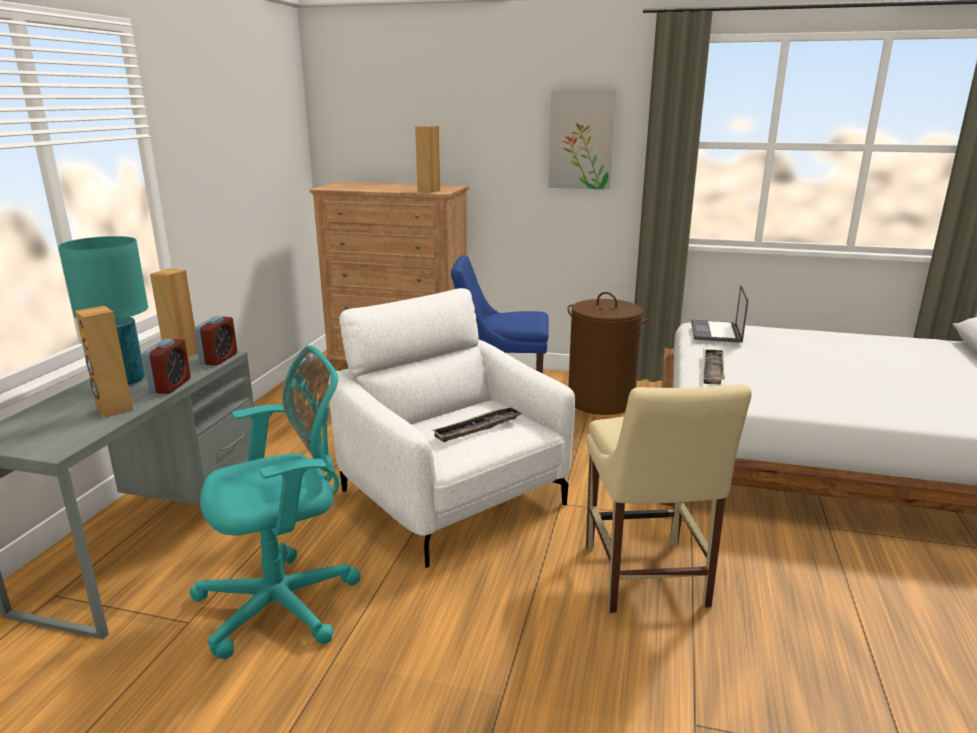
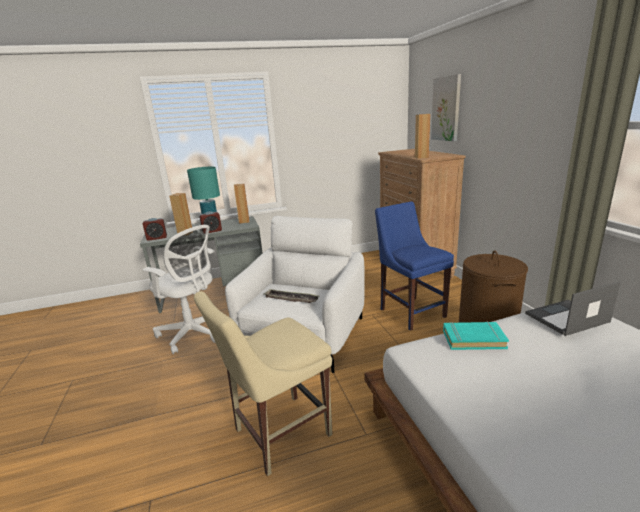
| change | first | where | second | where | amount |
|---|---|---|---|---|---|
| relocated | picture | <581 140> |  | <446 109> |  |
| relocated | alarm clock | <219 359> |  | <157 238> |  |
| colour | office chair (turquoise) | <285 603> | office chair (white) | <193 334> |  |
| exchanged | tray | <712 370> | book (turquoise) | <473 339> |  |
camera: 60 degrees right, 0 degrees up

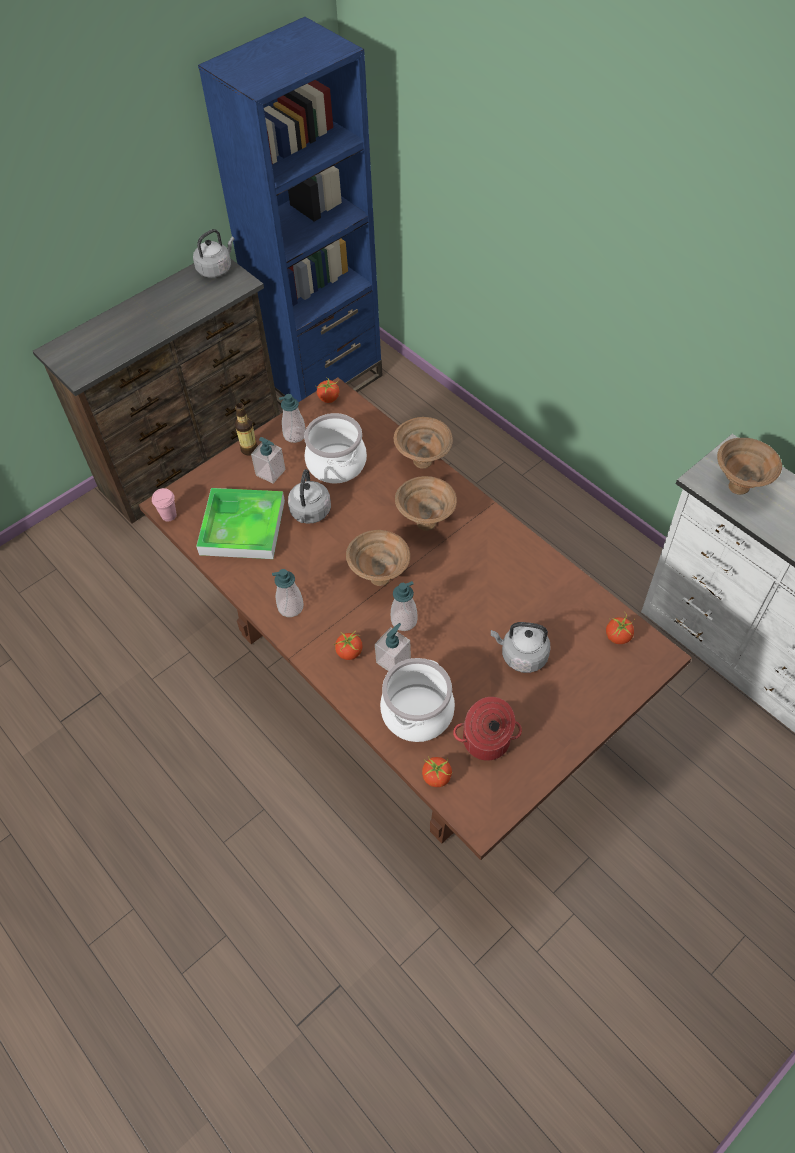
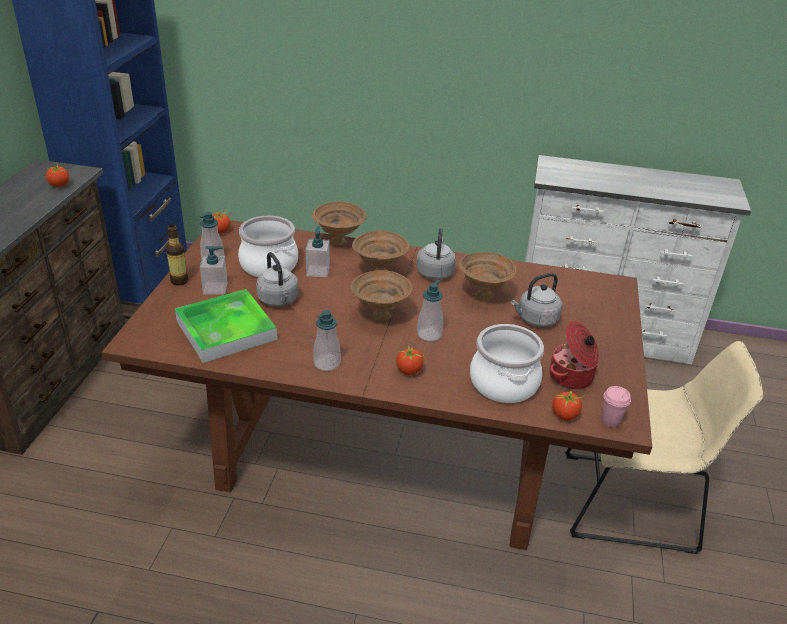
| change | first | where | second | where | amount |
|---|---|---|---|---|---|
| relocated | kettle (grey) | <216 269> |  | <435 272> |  |
| relocated | bowl (brown) | <738 485> |  | <482 295> |  |
| relocated | cup (pink) | <169 515> |  | <610 421> |  |
| relocated | tomato | <618 636> |  | <59 185> |  |
| relocated | soap dispenser | <393 661> |  | <318 271> |  |
| appeared |  |  | chair (beige) | <635 503> |  |
camera: 40 degrees left, 20 degrees down

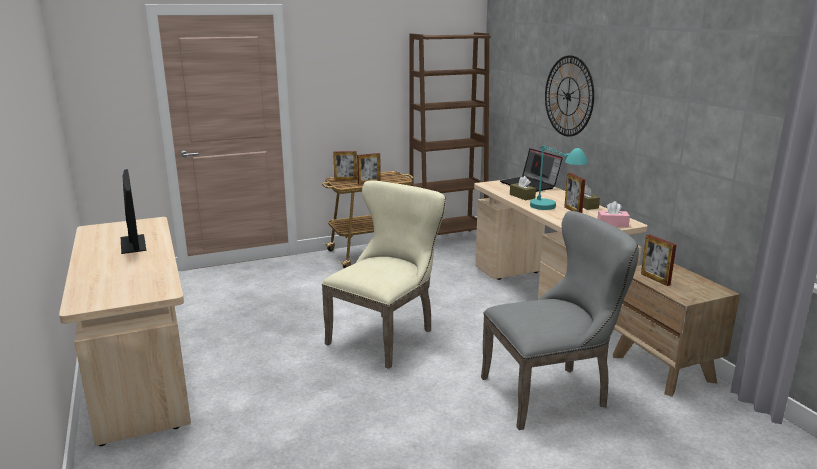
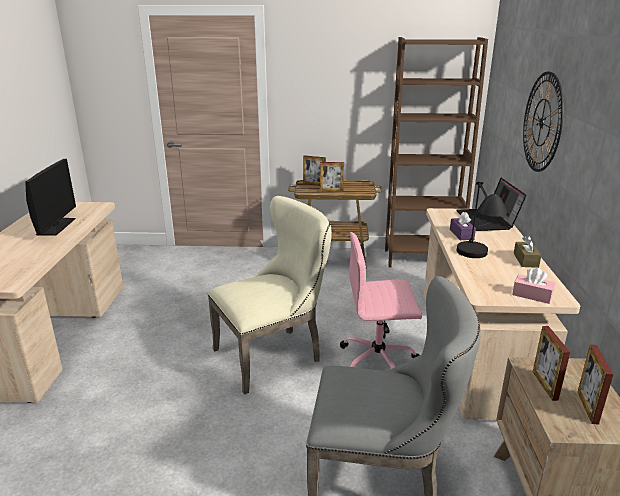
| change | first | where | second | where | amount |
|---|---|---|---|---|---|
| colour | table lamp (turquoise) | <554 212> | table lamp (black) | <475 263> |  |
| relocated | picture frame | <573 211> |  | <587 407> |  |
| colour | tissue box (brown) | <522 196> | tissue box (purple) | <461 234> |  |
| appeared |  |  | office chair (pink) | <379 361> |  |
camera: 25 degrees right, 5 degrees up

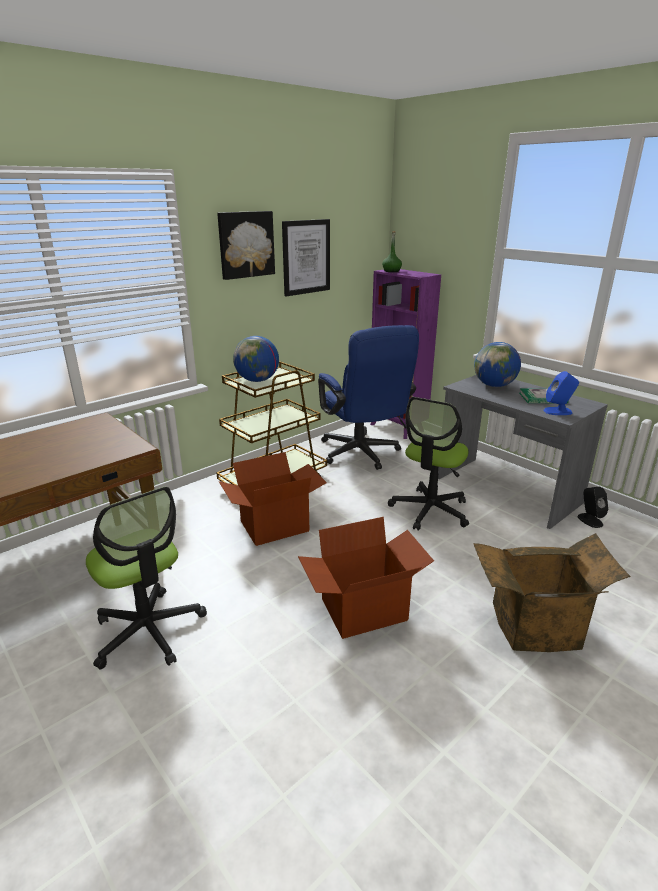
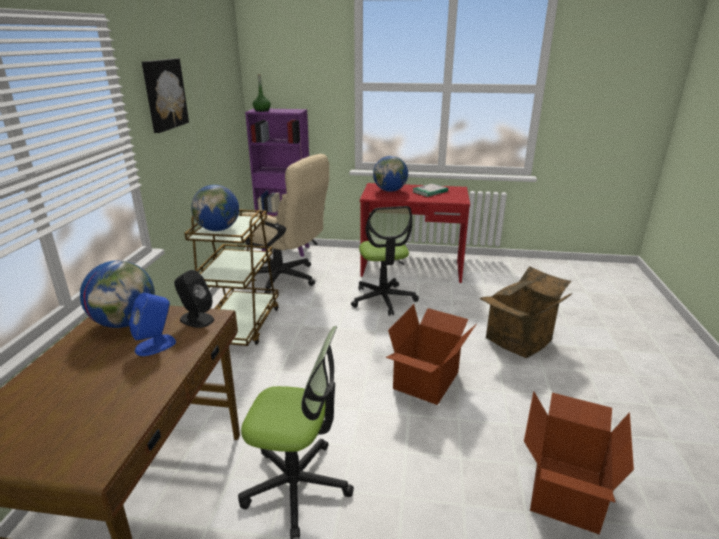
| change | first | where | second | where | amount |
|---|---|---|---|---|---|
| missing | picture | <306 257> |  |  |  |
| colour | office chair (blue) | <362 455> | office chair (beige) | <286 279> |  |
| relocated | speaker (blue) | <558 411> |  | <156 345> |  |
| colour | desk (grey) | <506 491> | desk (red) | <411 269> |  |
| relocated | cardboard box | <274 525> |  | <564 491> |  |
| relocated | speaker (black) | <589 520> |  | <196 319> |  |
| appeared |  |  | globe | <125 322> |  |
camera: 40 degrees left, 0 degrees up

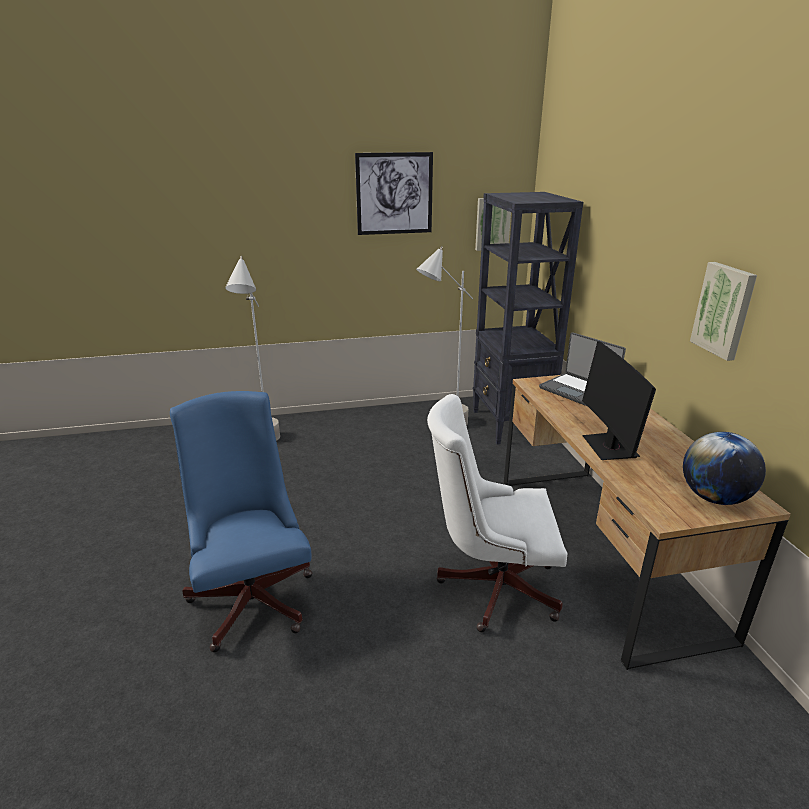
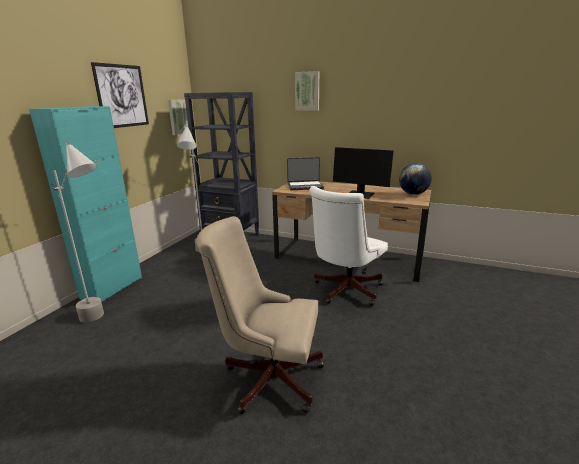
| change | first | where | second | where | amount |
|---|---|---|---|---|---|
| relocated | picture | <724 310> |  | <307 91> |  |
| colour | office chair (blue) | <253 595> | office chair (beige) | <268 376> |  |
| appeared |  |  | cabinet (turquoise) | <112 288> |  |
camera: 55 degrees left, 5 degrees down

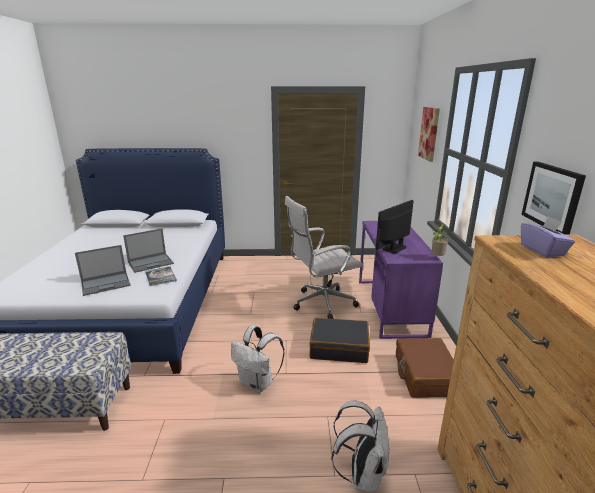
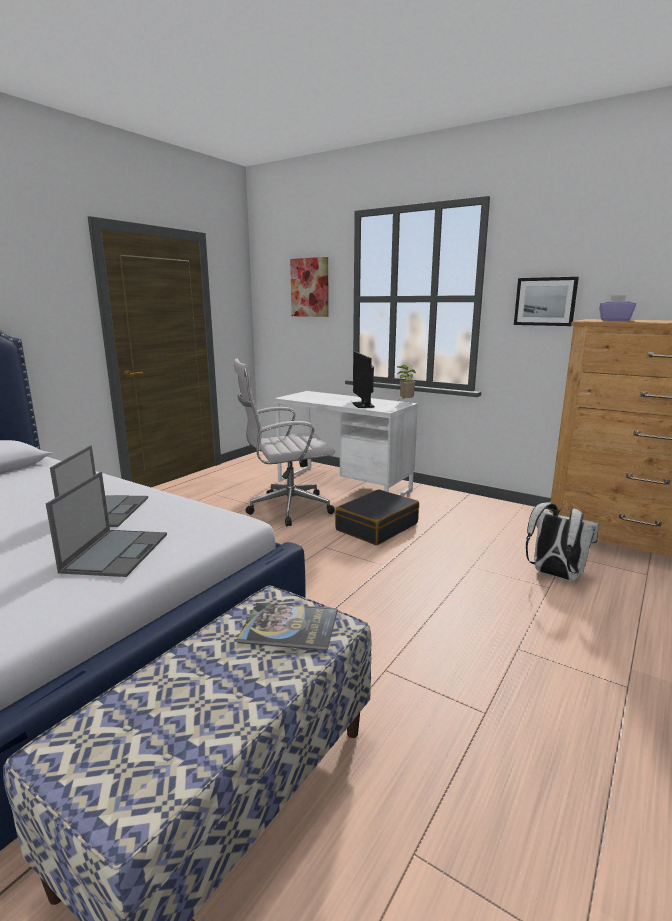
| change | first | where | second | where | amount |
|---|---|---|---|---|---|
| spun | office chair (white) | <321 304> |  | <286 509> | 60 degrees clockwise |
| colour | desk (purple) | <390 306> | desk (white) | <343 485> |  |
| relocated | book | <160 276> |  | <289 627> |  |
| missing | backpack (white) | <258 383> |  |  |  |
| missing | suitcase (brown) | <425 375> |  |  |  |
camera: 55 degrees left, 5 degrees down

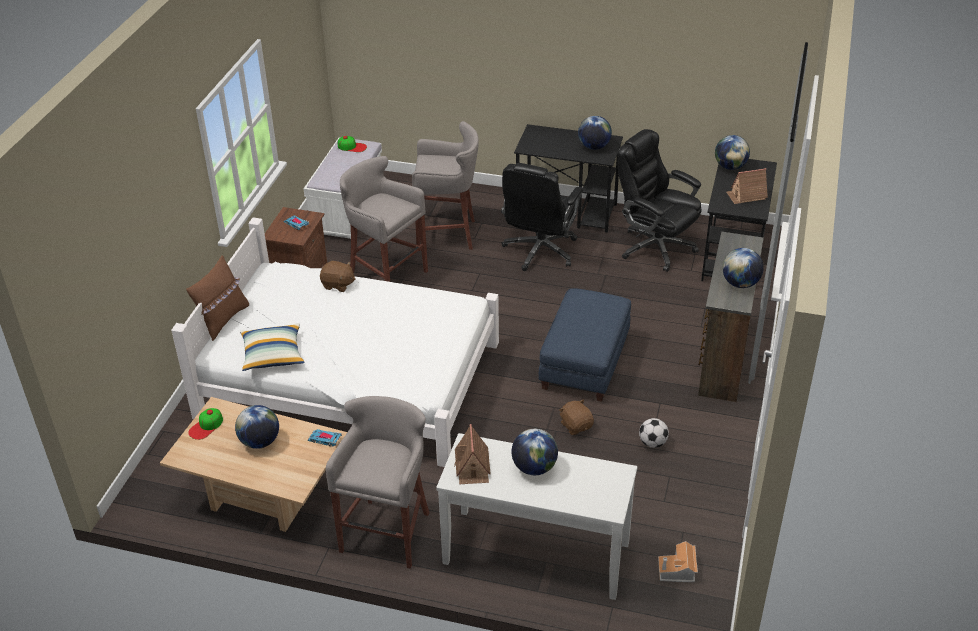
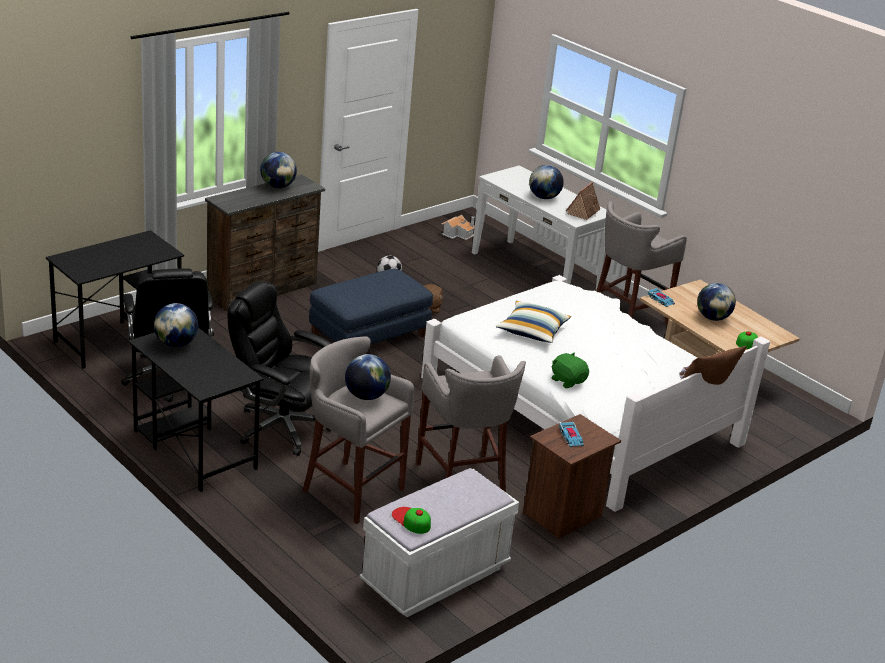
| change | first | where | second | where | amount |
|---|---|---|---|---|---|
| relocated | globe | <730 166> |  | <366 396> |  |
| spun | office chair (black) | <540 251> |  | <280 427> | 120 degrees counterclockwise |
| missing | toy house | <746 195> |  |  |  |
| colour | plush toy (brown) | <338 285> | plush toy (green) | <568 381> |  |
| relocated | pillow | <273 355> |  | <532 331> |  |
camera: 150 degrees left, 10 degrees down

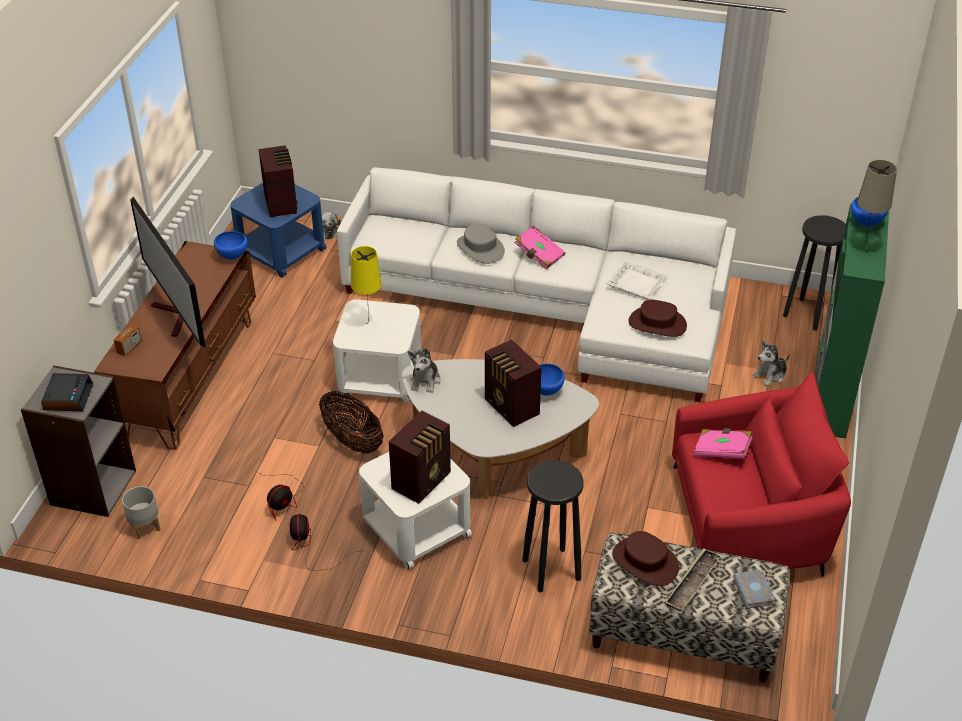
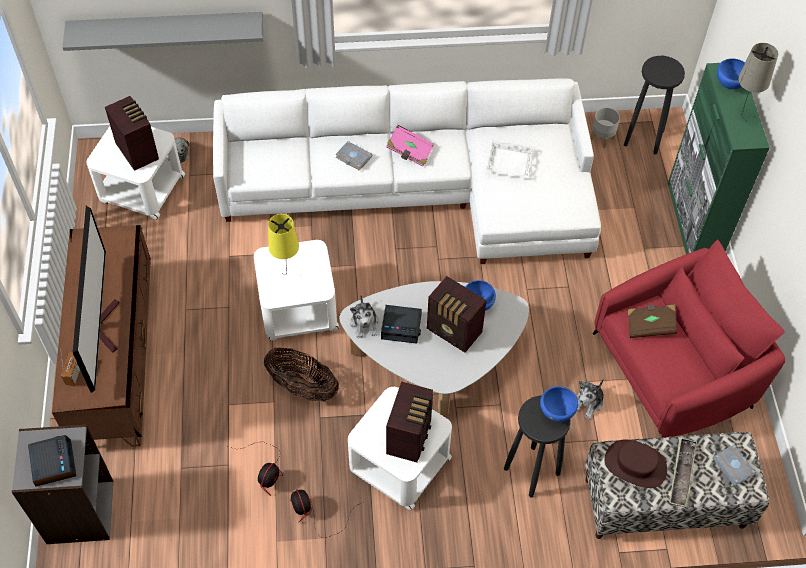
| change | first | where | second | where | amount |
|---|---|---|---|---|---|
| colour | side table (blue) | <281 251> | side table (white) | <141 188> |  |
| spun | television | <175 317> |  | <103 325> | 135 degrees counterclockwise |
| exchanged | hat (grey) | <480 248> | book (grey) | <352 157> |  |
| relocated | bowl (blue) | <233 257> |  | <557 412> |  |
| missing | hat (brown) | <657 324> |  |  |  |
| relocated | plush toy | <770 375> |  | <589 403> |  |
| colour | book (pink) | <721 451> | book (brown) | <650 326> |  |
| relocated | planter (grey) | <145 527> |  | <602 138> |  |
| appeared |  |  | shelf (grey) | <167 28> |  |
| appeared |  |  | alarm clock | <401 326> |  |
camera: 20 degrees left, 15 degrees up

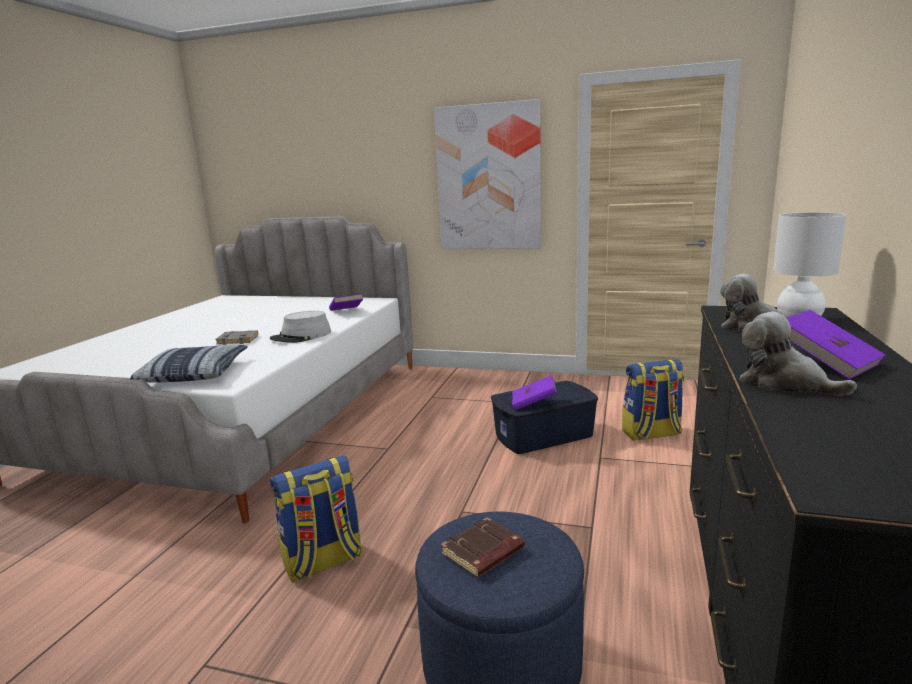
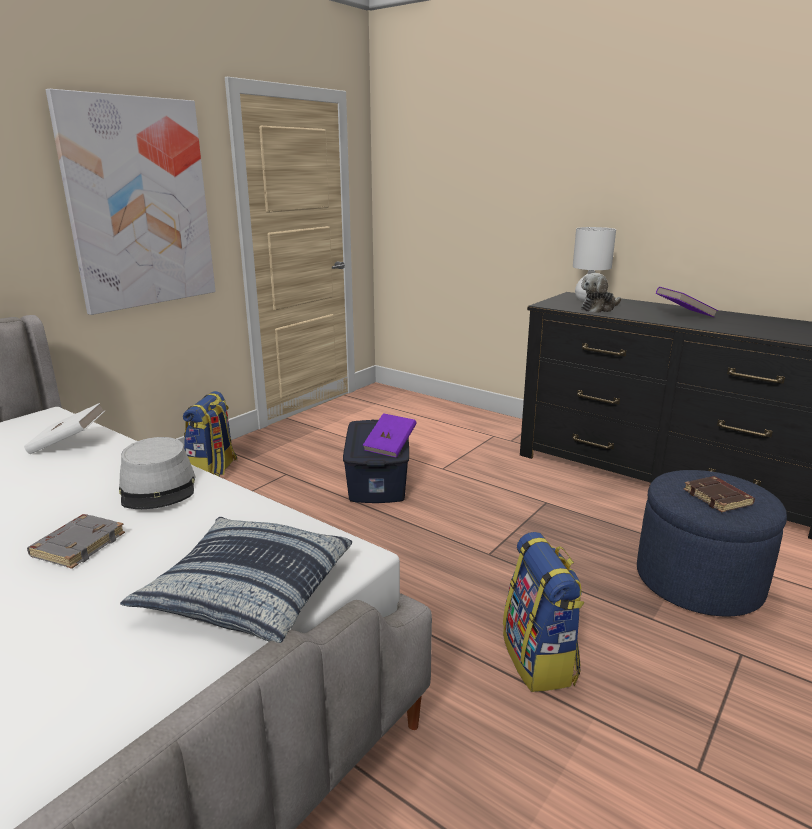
| change | first | where | second | where | amount |
|---|---|---|---|---|---|
| colour | book (purple) | <346 312> | book (white) | <68 444> |  |
| missing | plush toy | <784 383> |  |  |  |
| relocated | backpack | <651 434> |  | <213 472> |  |
camera: 70 degrees left, 5 degrees up

